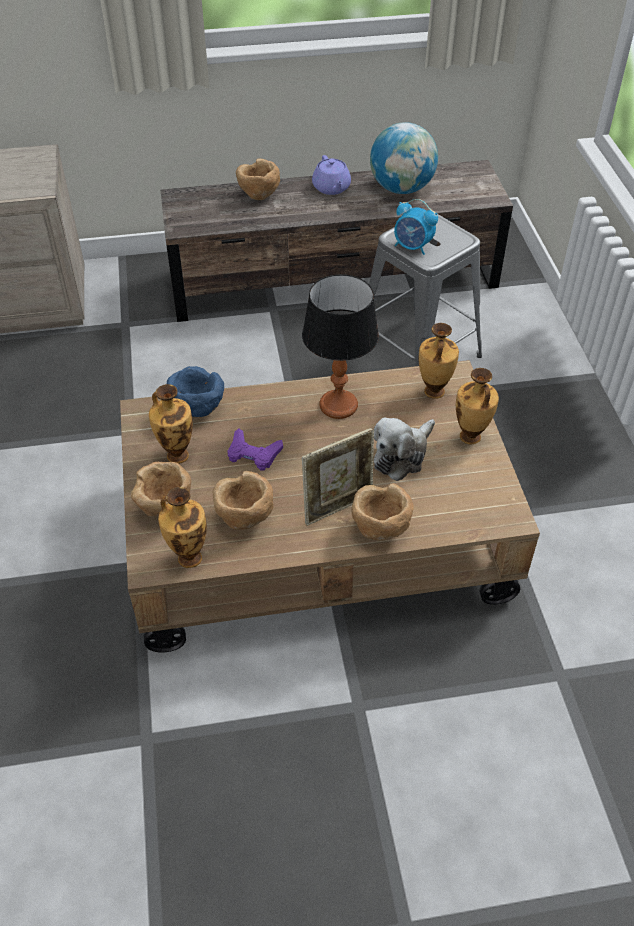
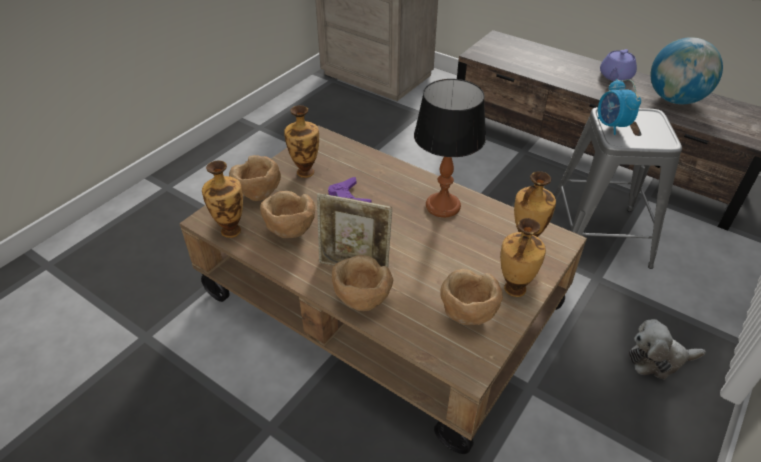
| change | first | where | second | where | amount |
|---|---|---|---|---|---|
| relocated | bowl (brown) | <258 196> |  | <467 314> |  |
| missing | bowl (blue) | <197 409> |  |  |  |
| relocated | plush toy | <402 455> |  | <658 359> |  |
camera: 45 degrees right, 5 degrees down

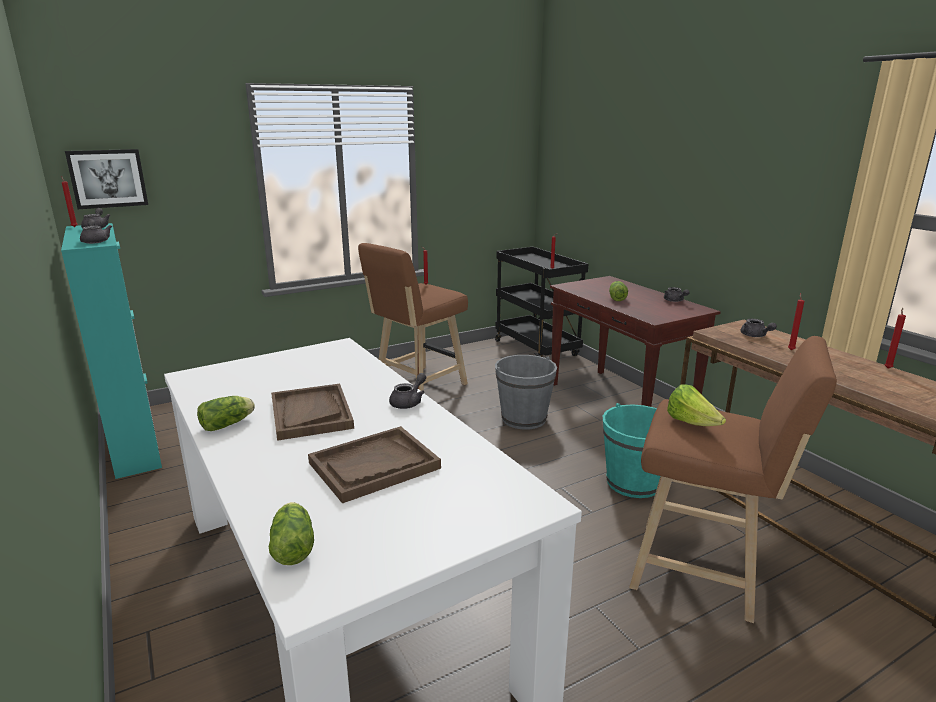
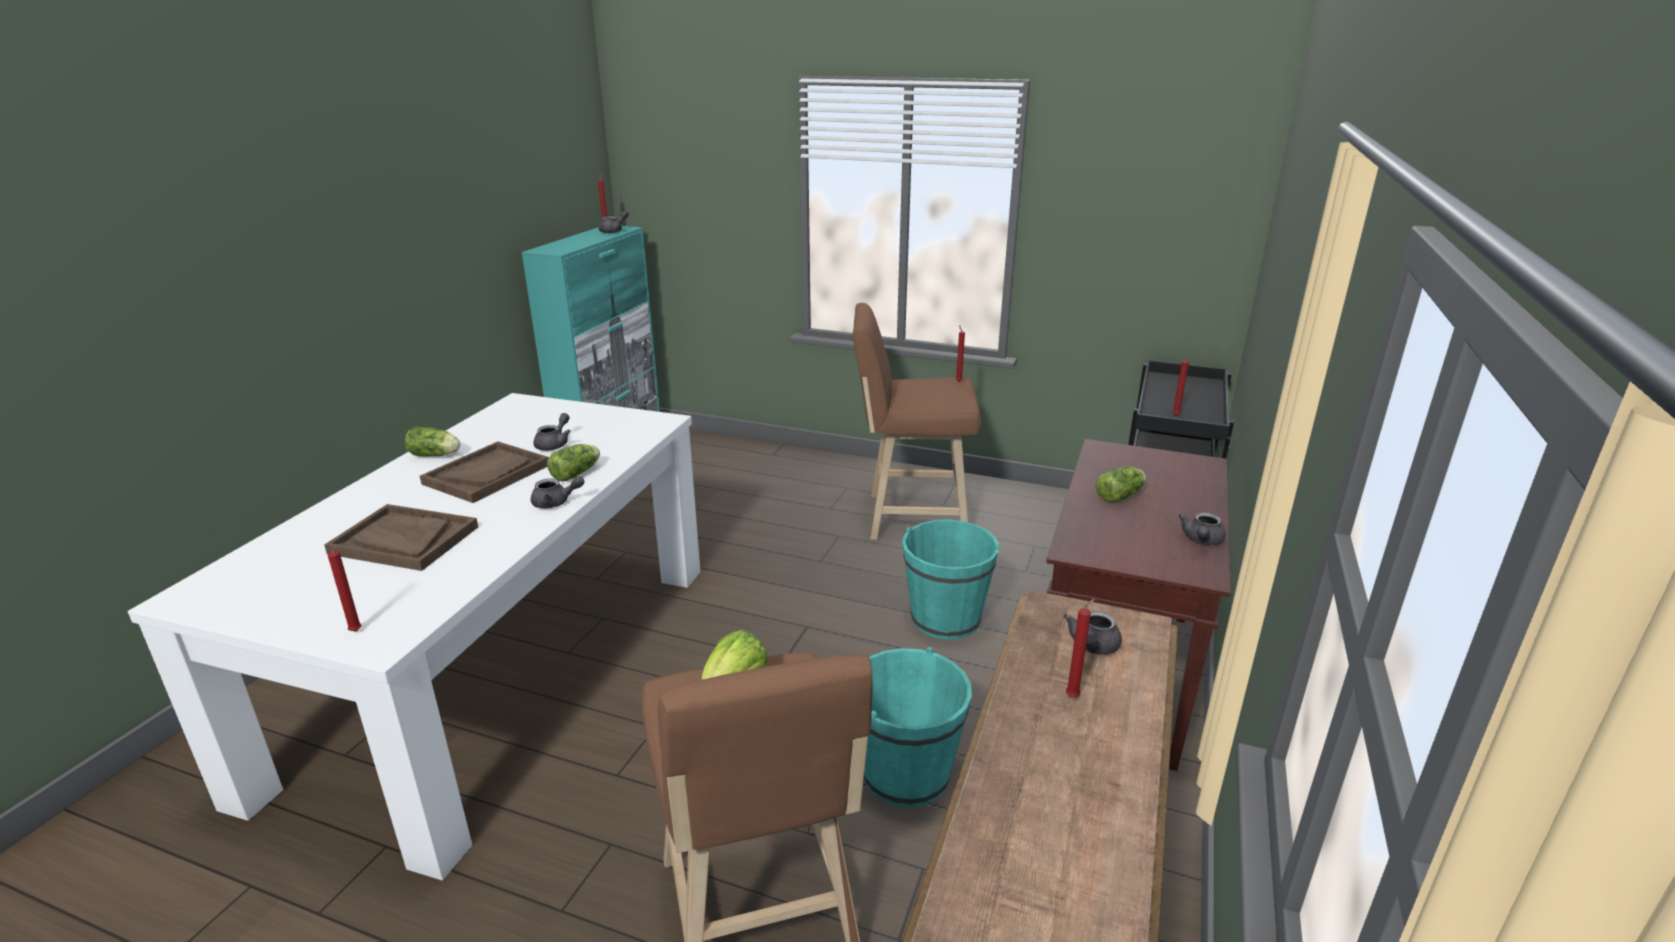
| change | first | where | second | where | amount |
|---|---|---|---|---|---|
| missing | picture | <108 178> |  |  |  |
| relocated | teapot (grey) | <95 241> |  | <555 444> |  |
| relocated | candle (red) | <888 368> |  | <358 631> |  |
| colour | bucket (grey) | <524 419> | bucket (turquoise) | <945 619> |  |
| relocated | lettuce | <293 545> |  | <577 473> |  |
camera: 50 degrees right, 5 degrees up

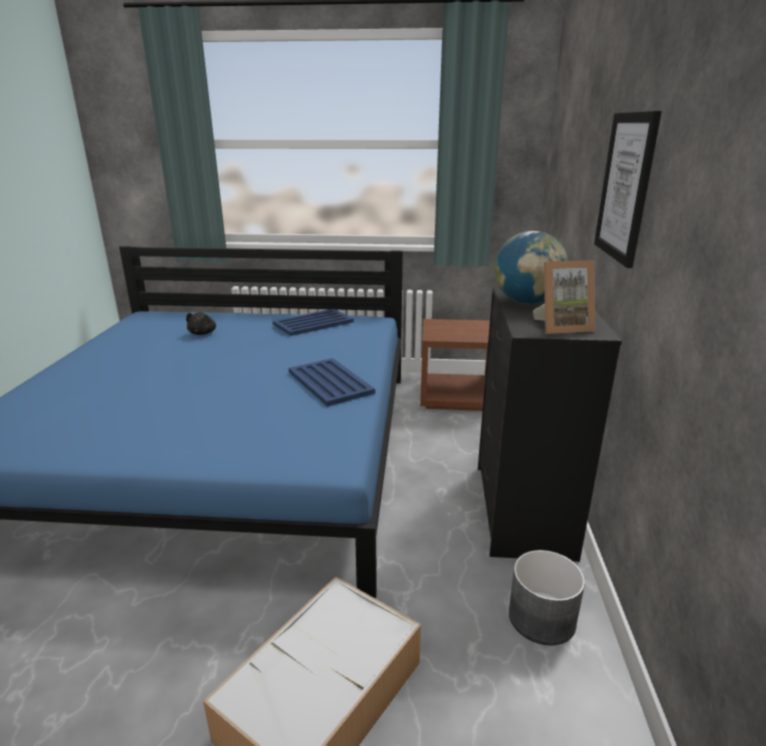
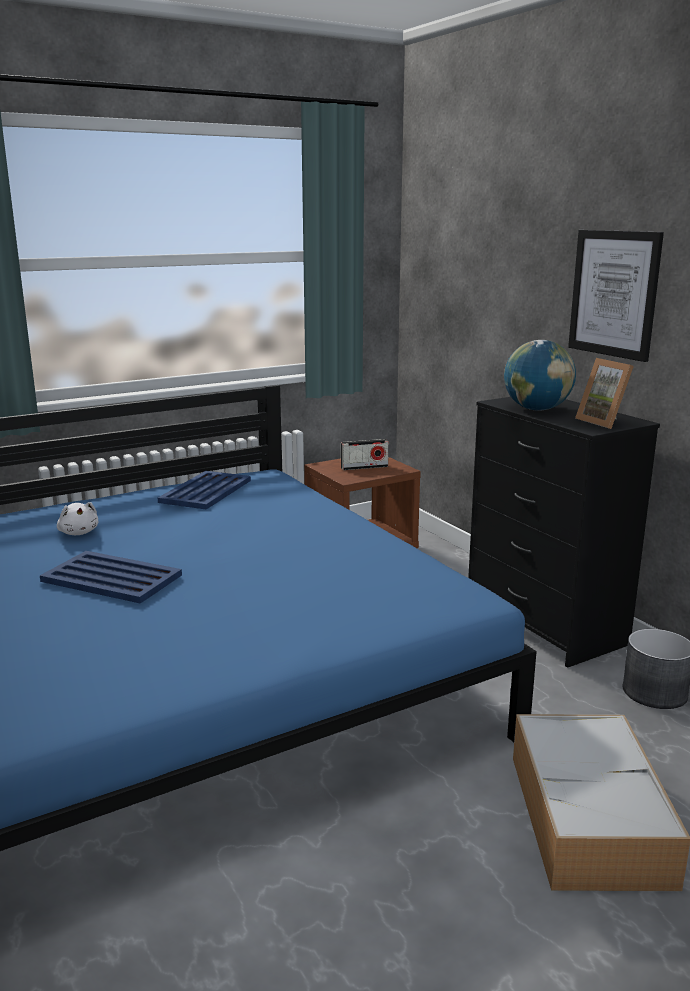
| change | first | where | second | where | amount |
|---|---|---|---|---|---|
| spun | picture frame | <561 327> |  | <604 422> | 105 degrees clockwise |
| colour | plush toy (black) | <203 333> | plush toy (white) | <79 532> |  |
| relocated | tray (blue) | <330 382> |  | <111 578> |  |
| appeared |  |  | radio | <364 467> |  |
camera: 35 degrees left, 5 degrees down

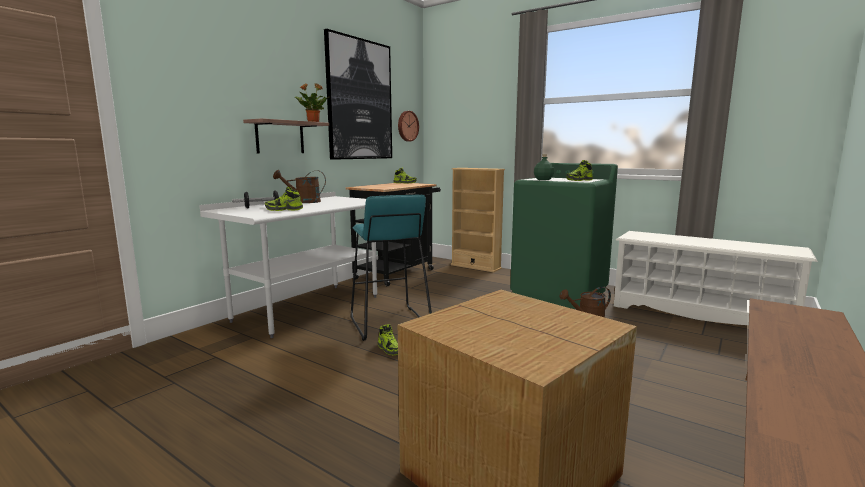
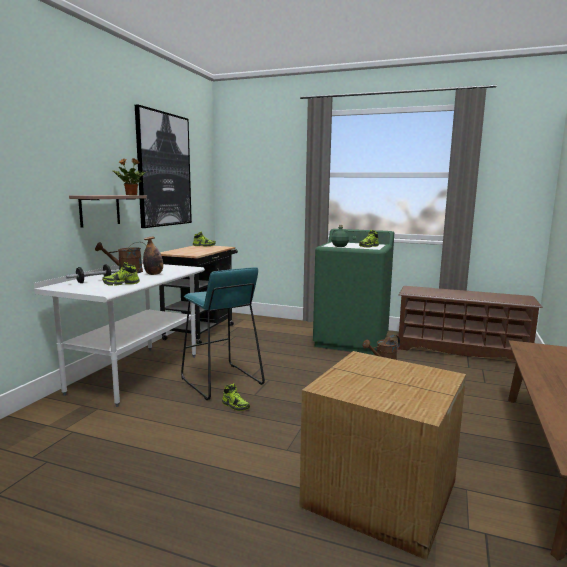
| change | first | where | second | where | amount |
|---|---|---|---|---|---|
| missing | wall clock | <407 126> |  |  |  |
| missing | bookcase (beige) | <475 267> |  |  |  |
| colour | shoe rack (white) | <699 314> | shoe rack (brown) | <461 350> |  |
| appeared |  |  | bottle | <154 274> |  |
camera: 15 degrees left, 0 degrees up

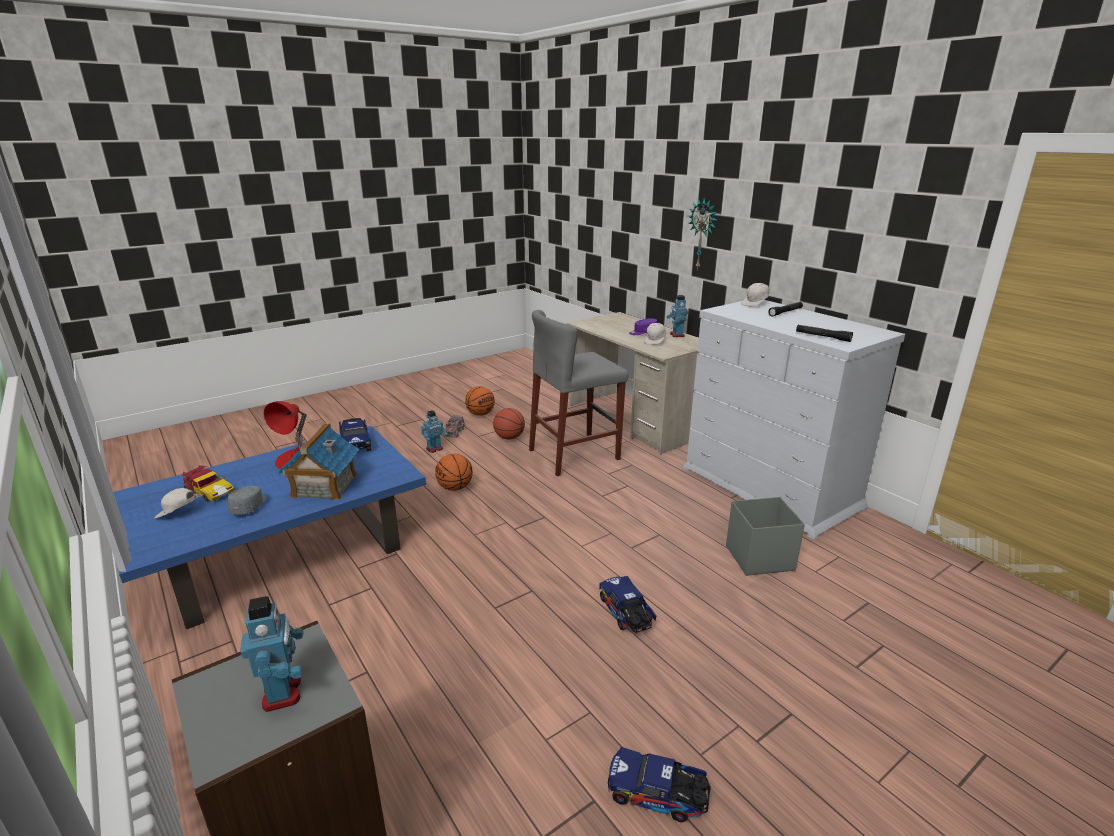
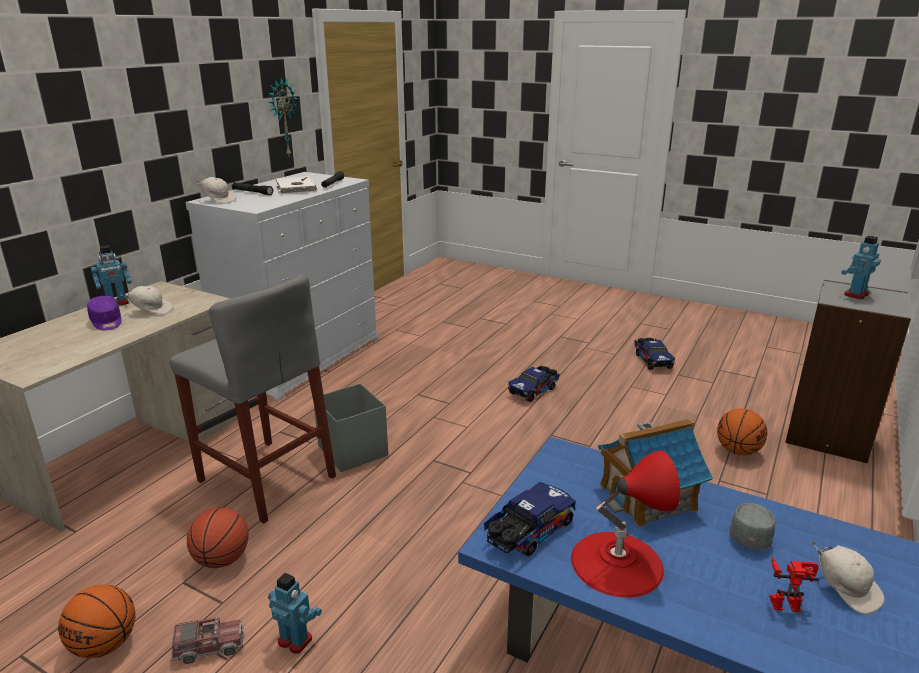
| change | first | where | second | where | amount |
|---|---|---|---|---|---|
| relocated | wall clock | <702 234> |  | <282 118> |  |
| relocated | basketball | <455 488> |  | <738 451> |  |
| exchanged | toy car | <209 492> | toy robot | <785 601> |  |
| spun | cap (grey) | <249 506> |  | <750 533> | 135 degrees clockwise |
| relocated | storage box (grey) | <758 558> |  | <352 451> |  |
| appeared |  |  | book (white) | <295 188> |  |
camera: 115 degrees left, 0 degrees up

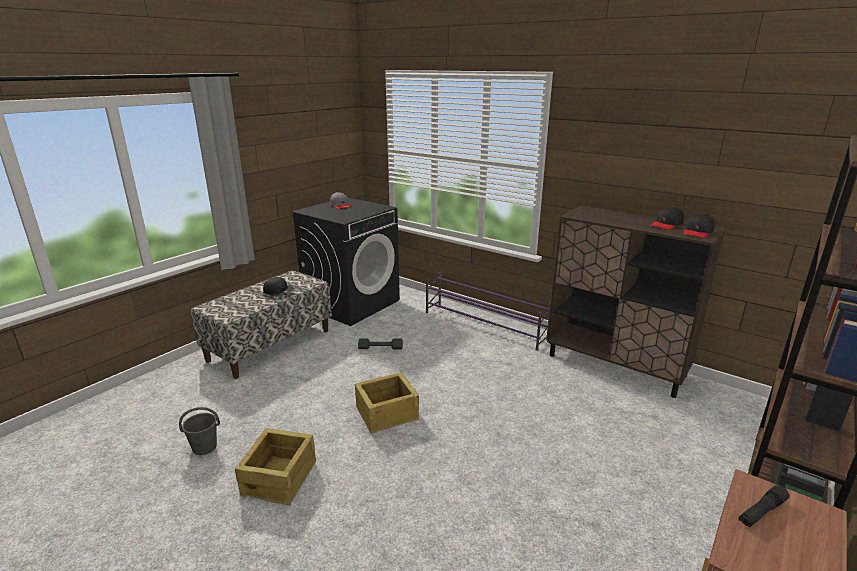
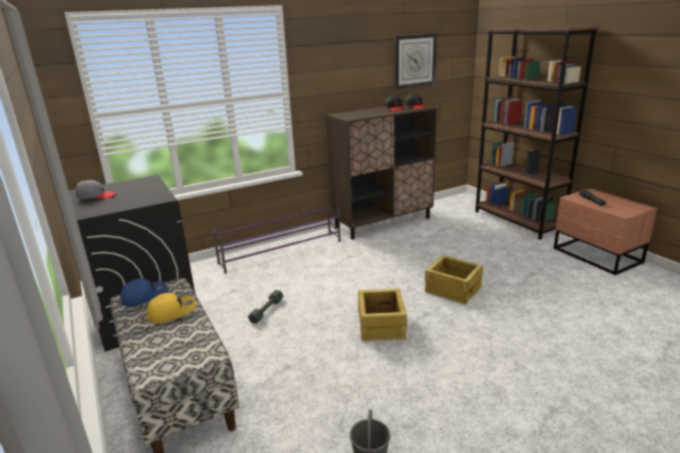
| change | first | where | second | where | amount |
|---|---|---|---|---|---|
| colour | cap (black) | <279 291> | cap (yellow) | <172 311> |  |
| relocated | crate | <280 478> |  | <452 289> |  |
| appeared |  |  | wall clock | <414 61> |  |
| appeared |  |  | cap (blue) | <144 296> |  |
camera: 65 degrees left, 0 degrees up

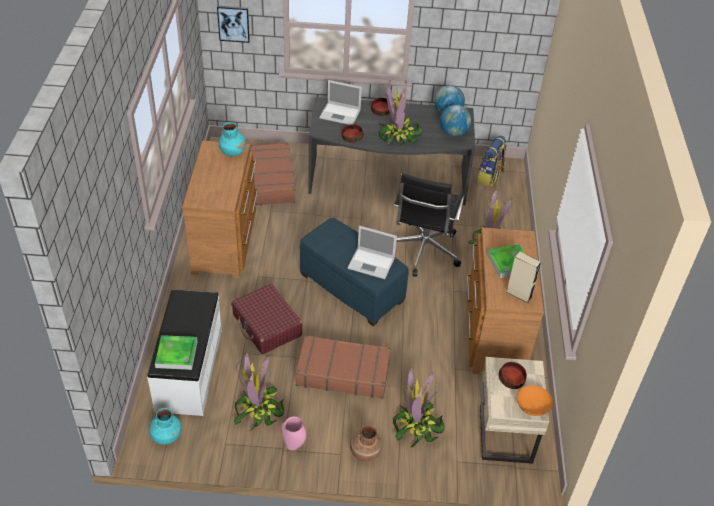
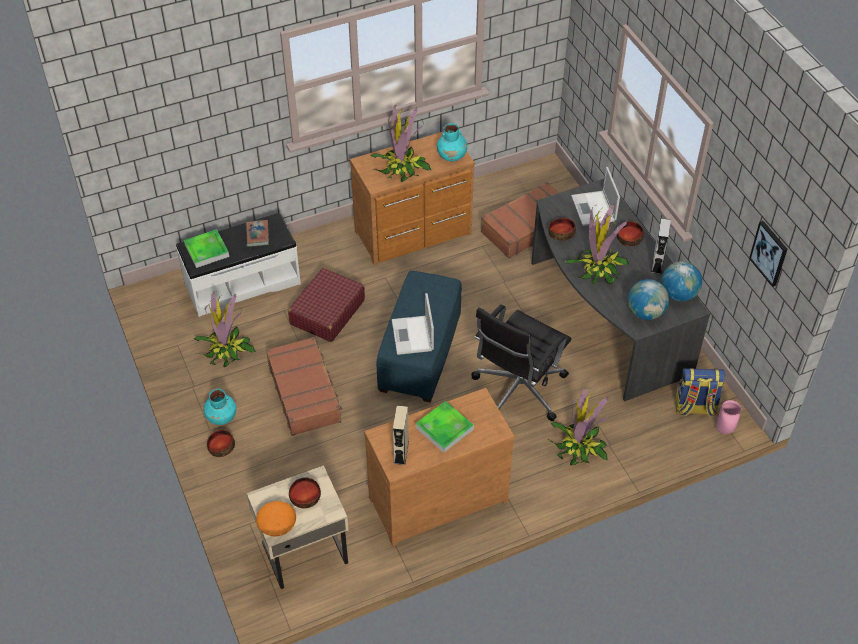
| change | first | where | second | where | amount |
|---|---|---|---|---|---|
| relocated | picture | <233 23> |  | <769 253> |  |
| spun | office chair (black) | <422 251> |  | <517 391> | 45 degrees counterclockwise |
| relocated | potted plant | <416 425> |  | <401 168> |  |
| relocated | vase (turquoise) | <166 436> |  | <221 416> |  |
| relocated | vase (pink) | <294 445> |  | <725 430> |  |
| exchanged | vase (brown) | <364 452> | bowl | <221 447> |  |
| appeared |  |  | speaker (grey) | <657 264> |  |
| appeared |  |  | book | <257 235> |  |
camera: 65 degrees right, 5 degrees up

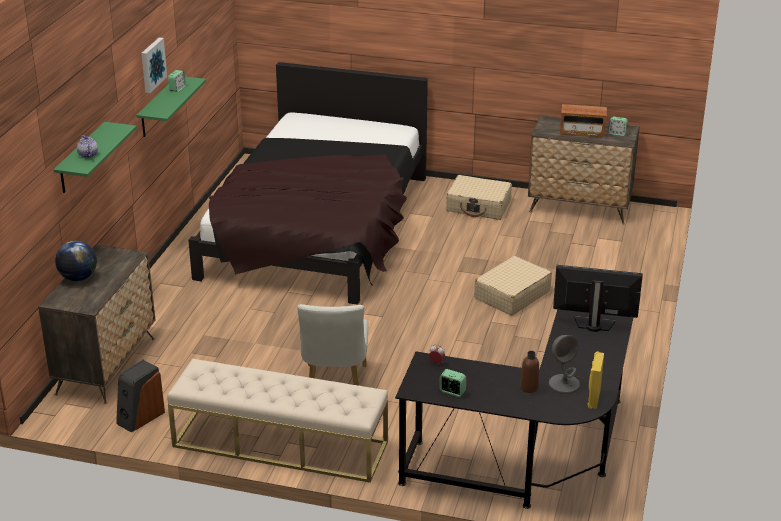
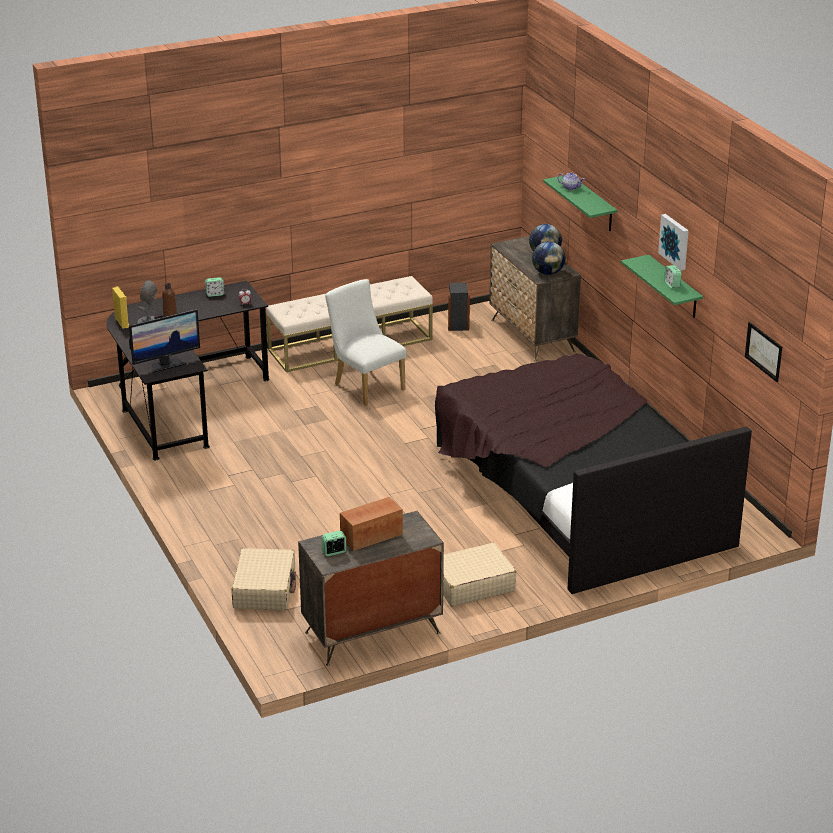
| change | first | where | second | where | amount |
|---|---|---|---|---|---|
| relocated | suitcase (beige) | <512 295> |  | <264 589> |  |
| appeared |  |  | globe | <548 273> |  |
| appeared |  |  | picture | <763 351> |  |
camera: 140 degrees right, 0 degrees up

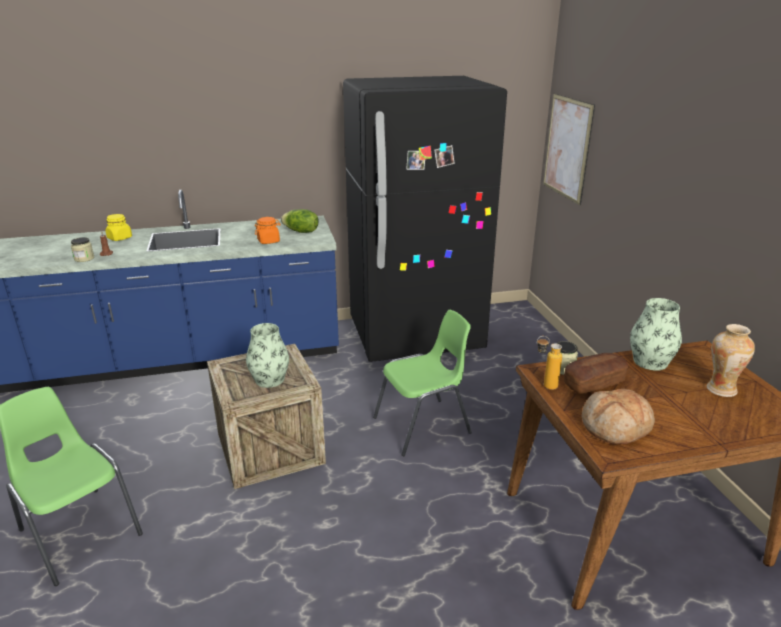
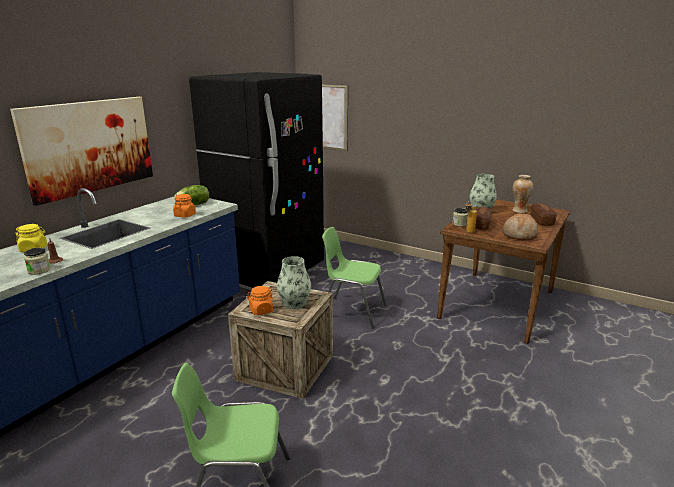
| change | first | where | second | where | amount |
|---|---|---|---|---|---|
| spun | chair (green) | <423 426> |  | <352 311> | 90 degrees counterclockwise |
| appeared |  |  | picture | <89 146> |  |
| appeared |  |  | bread | <541 221> |  |
| appeared |  |  | jar (orange) | <261 310> |  |
camera: 45 degrees left, 5 degrees down

